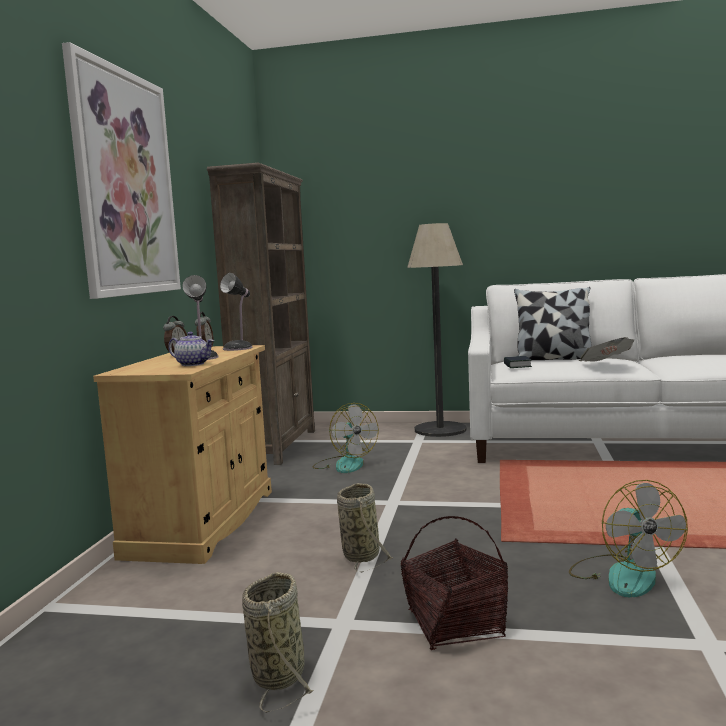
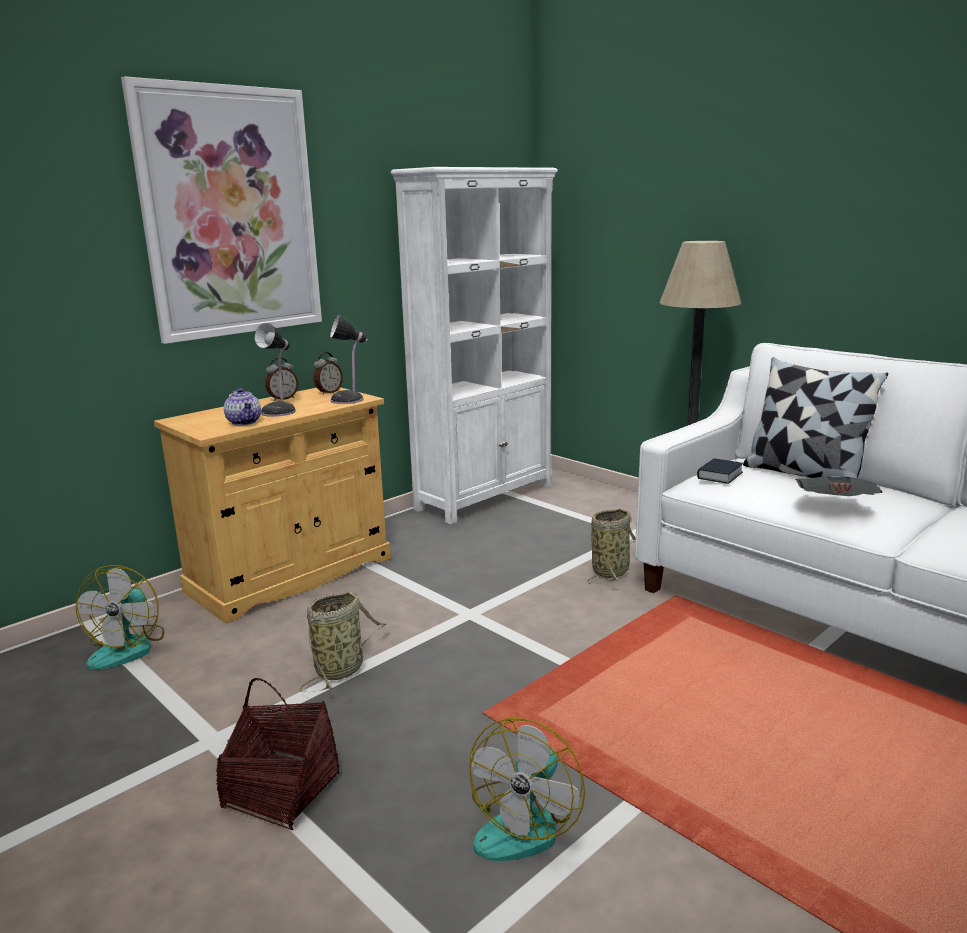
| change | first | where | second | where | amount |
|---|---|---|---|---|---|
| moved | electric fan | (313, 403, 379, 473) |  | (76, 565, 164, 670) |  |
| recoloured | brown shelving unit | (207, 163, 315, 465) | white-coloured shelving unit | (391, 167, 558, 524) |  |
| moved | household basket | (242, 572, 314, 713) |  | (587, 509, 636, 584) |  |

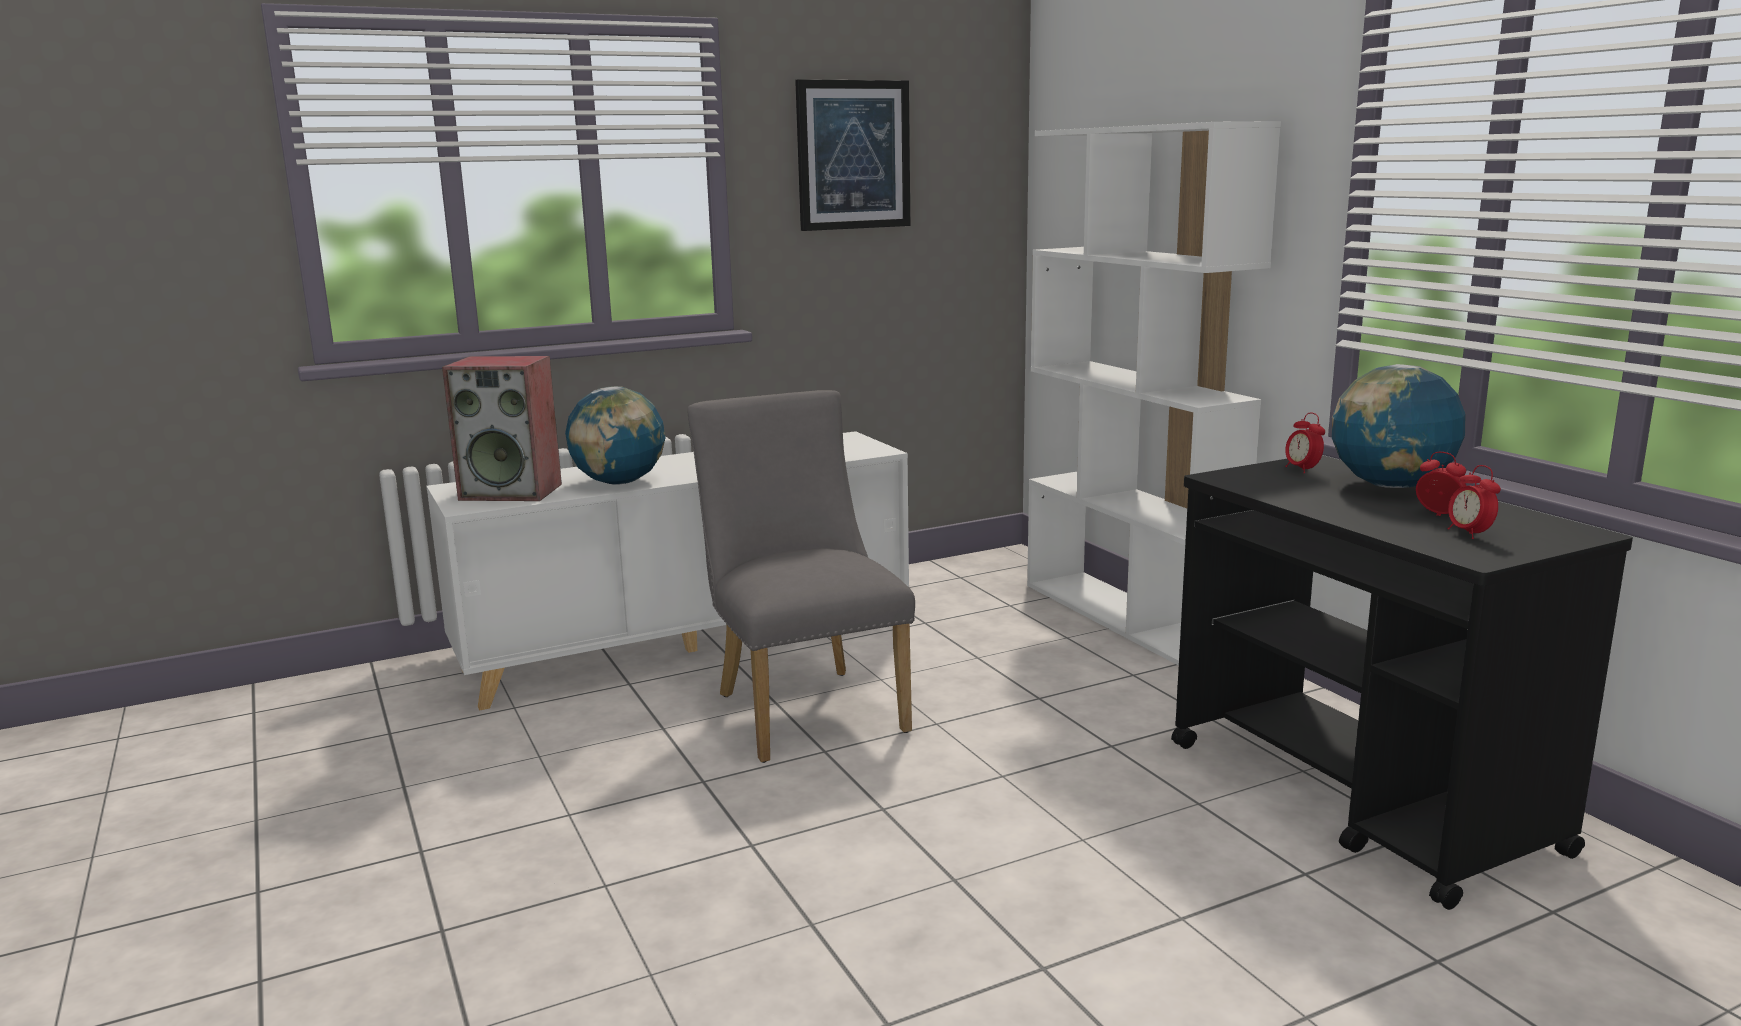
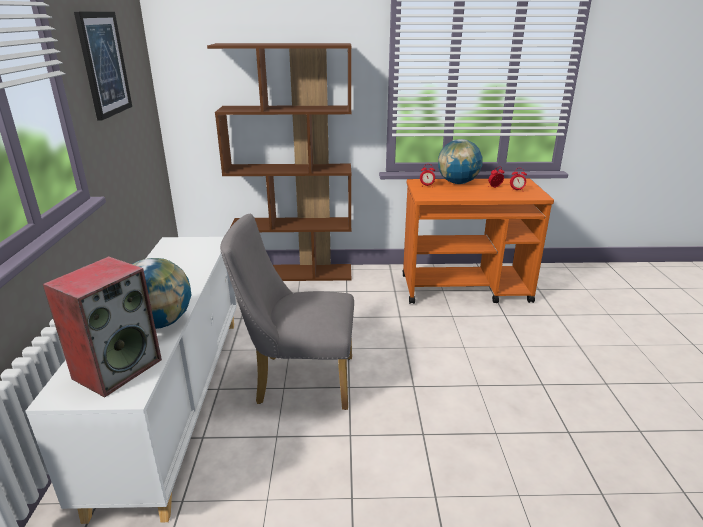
| change | first | where | second | where | amount |
|---|---|---|---|---|---|
| recoloured | white-coloured shelving unit | (1027, 121, 1281, 666) | brown shelving unit | (207, 43, 351, 281) |  |
| recoloured | blackish cart | (1171, 455, 1633, 910) | orange cart | (403, 178, 554, 304) |  |

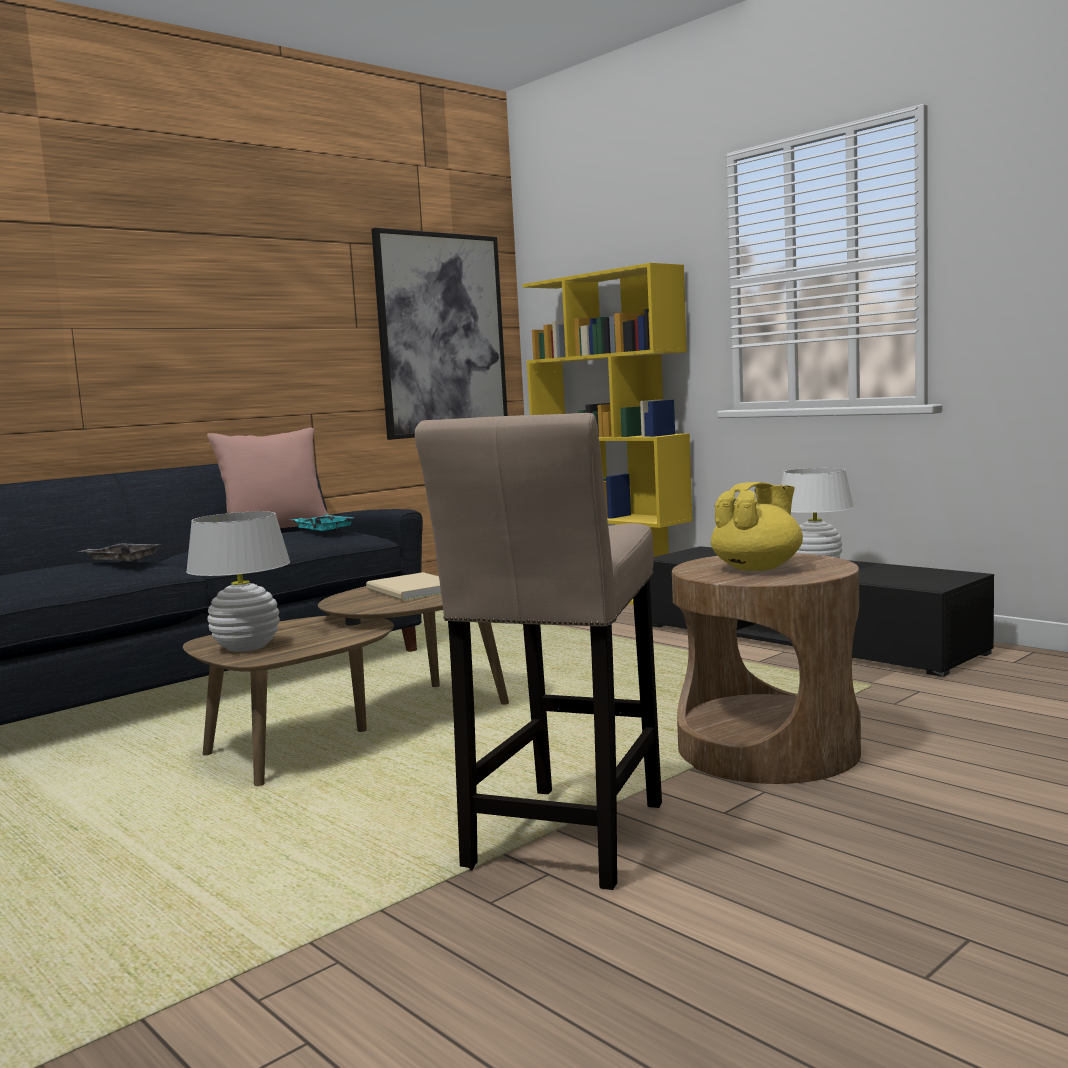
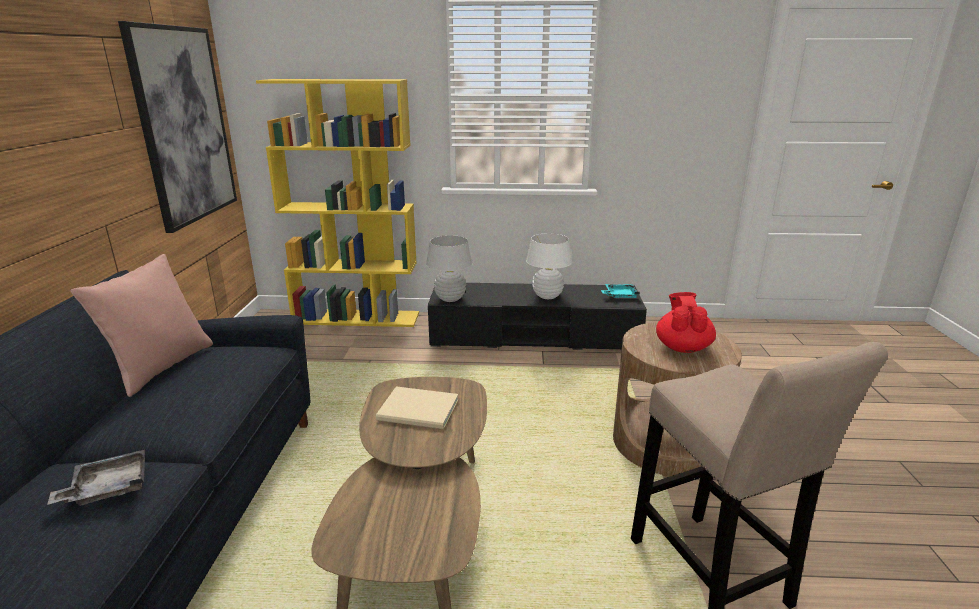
| change | first | where | second | where | amount |
|---|---|---|---|---|---|
| moved | white-coloured lamp for a table | (186, 511, 290, 652) |  | (426, 235, 473, 302) |  |
| moved | turquoise carrying tray | (293, 515, 353, 531) |  | (601, 284, 640, 298) |  |
| recoloured | yellow teapot | (711, 482, 803, 571) | red teapot | (656, 292, 716, 353) |  |

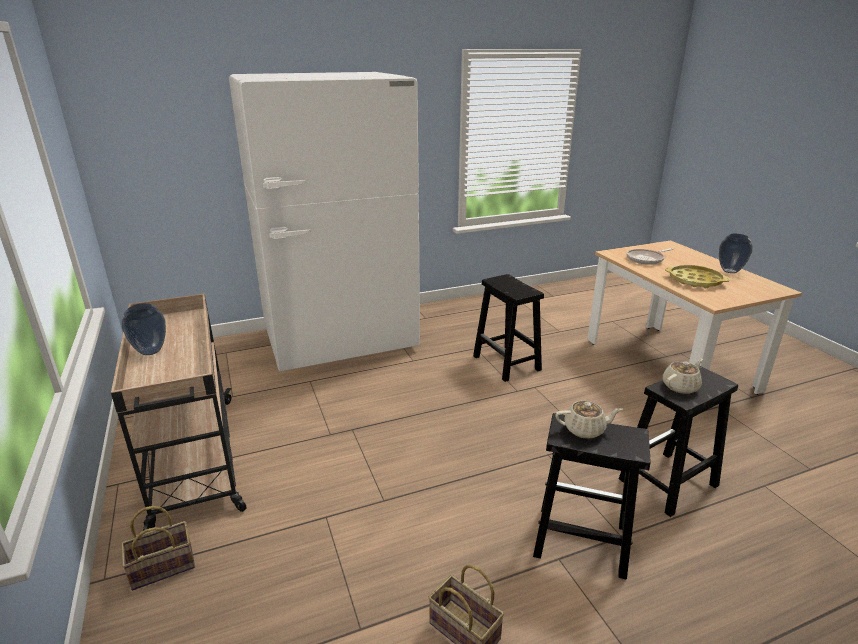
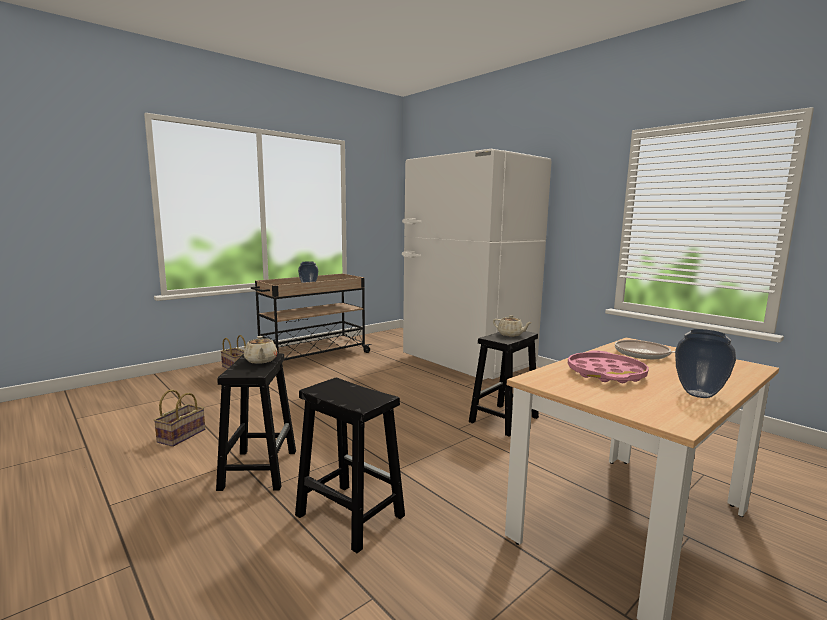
| change | first | where | second | where | amount |
|---|---|---|---|---|---|
| moved | beige teapot | (663, 359, 703, 394) |  | (493, 315, 532, 337) |  |
| recoloured | yellow carrying tray | (665, 265, 730, 288) | pinkish carrying tray | (568, 351, 649, 383) |  |

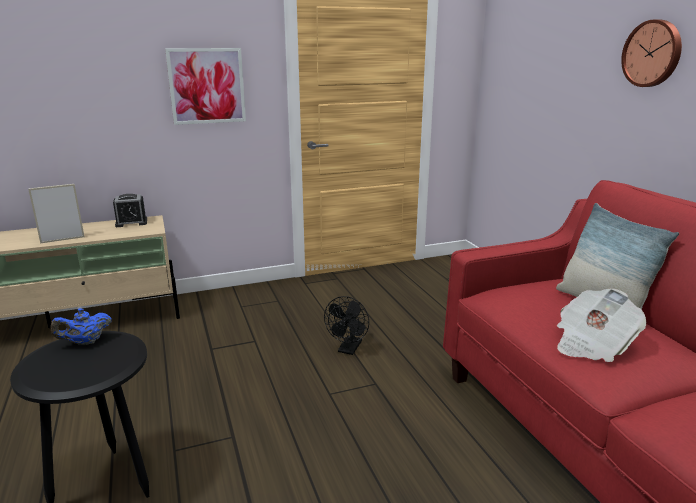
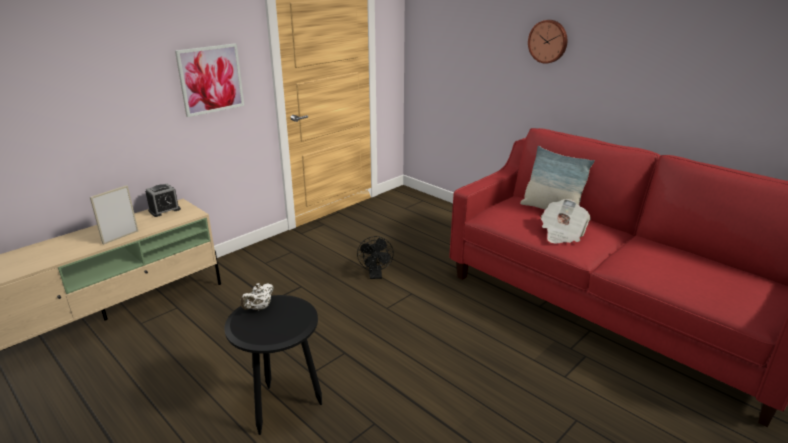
| change | first | where | second | where | amount |
|---|---|---|---|---|---|
| recoloured | bluish teapot | (51, 308, 112, 345) | white-coloured teapot | (241, 283, 274, 310) |  |

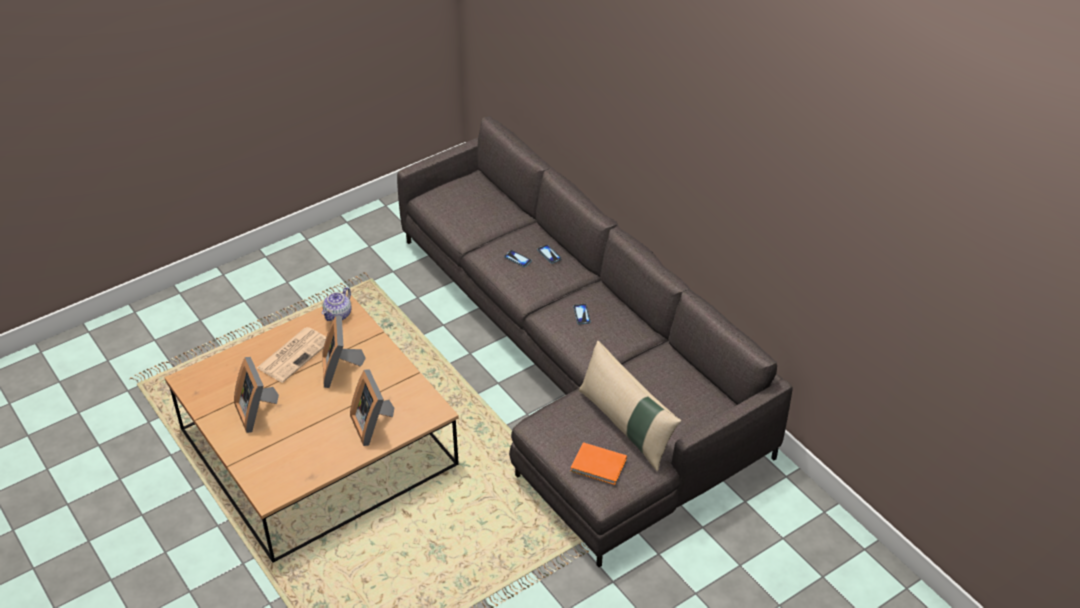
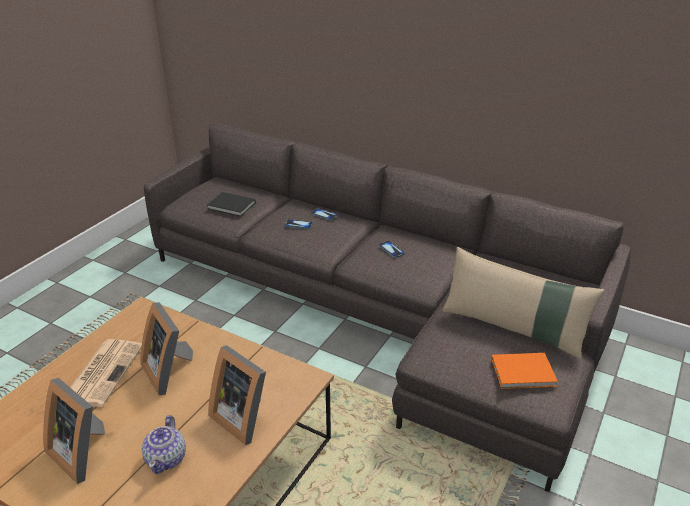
| change | first | where | second | where | amount |
|---|---|---|---|---|---|
| moved | teapot | (322, 287, 352, 321) |  | (142, 415, 186, 474) |  |
| added |  |  | blackish book | (207, 192, 256, 216) |  |

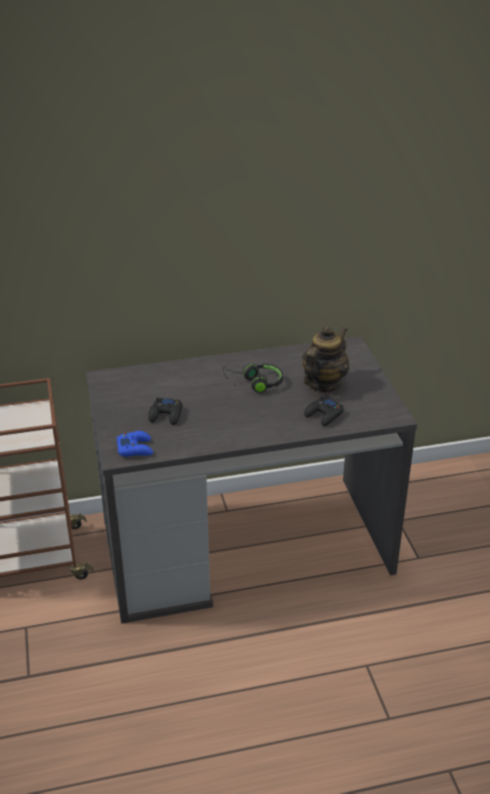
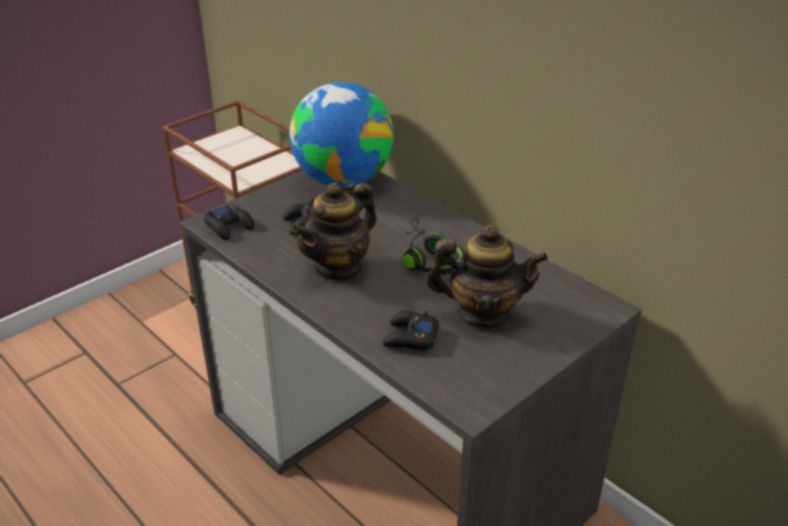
| change | first | where | second | where | amount |
|---|---|---|---|---|---|
| recoloured | bluish game controller | (117, 431, 153, 457) | blackish game controller | (204, 204, 254, 240) |  |
| added |  |  | globe | (289, 82, 394, 187) |  |
| added |  |  | teapot | (292, 182, 377, 283) |  |

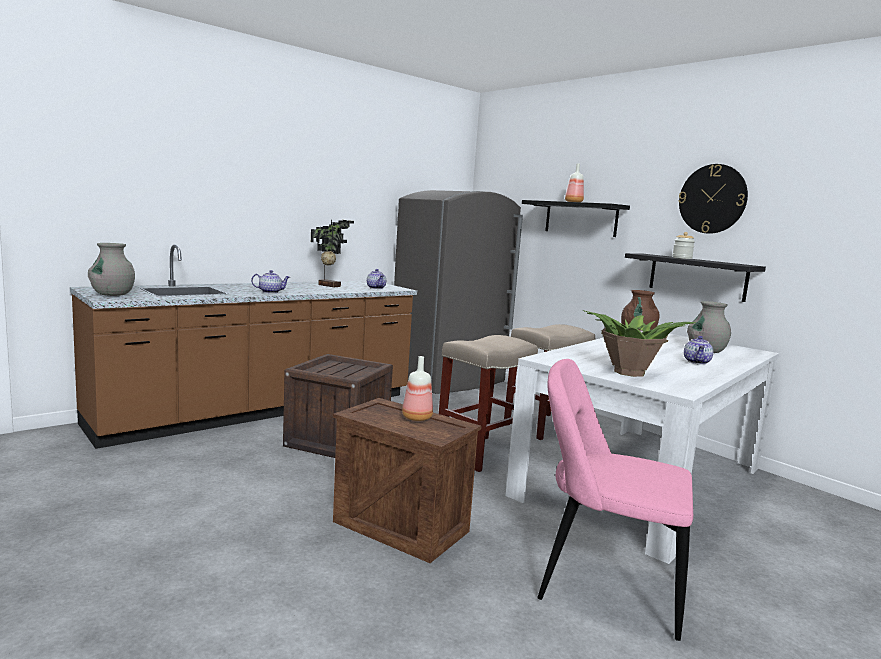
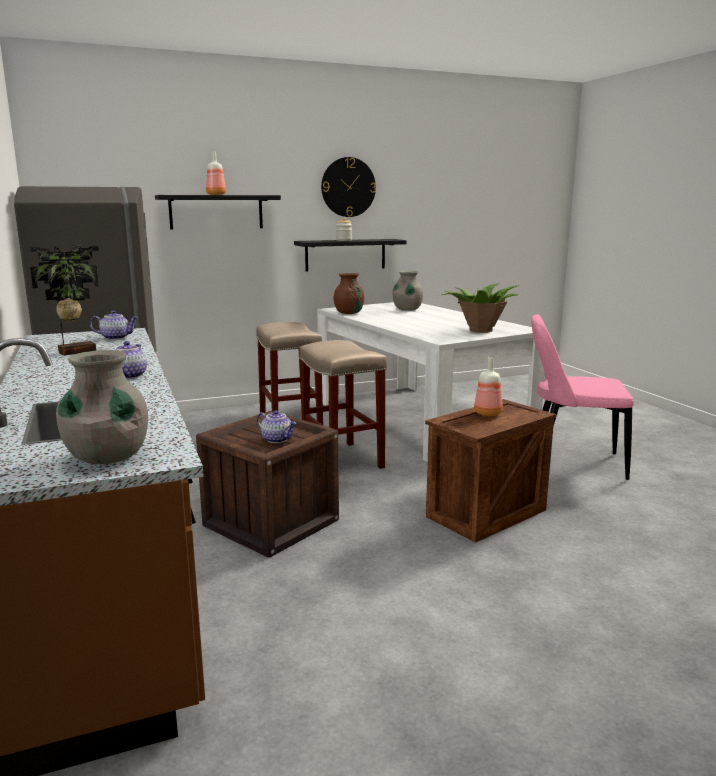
| change | first | where | second | where | amount |
|---|---|---|---|---|---|
| moved | teapot | (684, 336, 713, 365) |  | (257, 410, 296, 443) |  |
| turned | pinkish upright chair | (537, 359, 693, 641) |  | (531, 314, 634, 480) | 60 degrees clockwise |

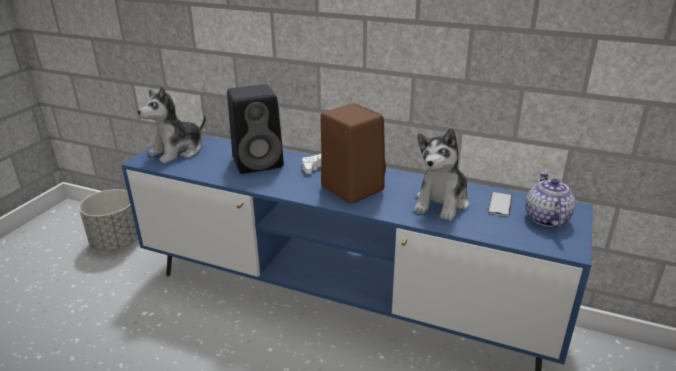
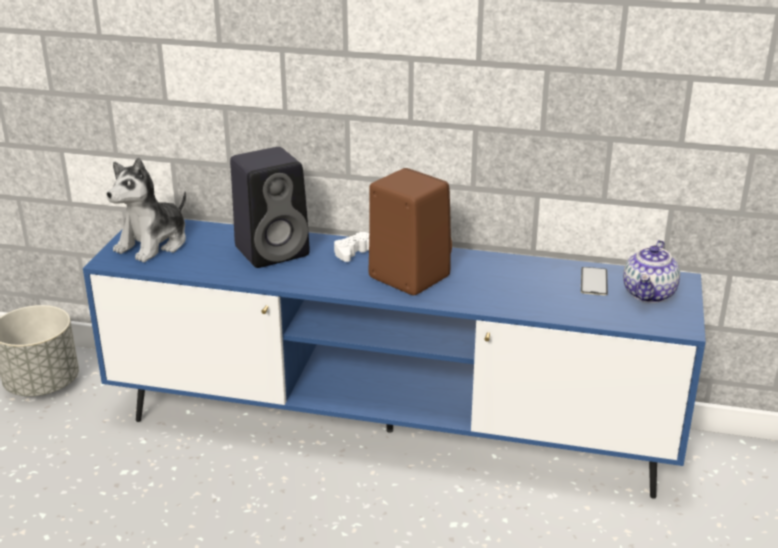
| change | first | where | second | where | amount |
|---|---|---|---|---|---|
| turned | teapot | (525, 172, 576, 228) |  | (623, 240, 680, 303) | 150 degrees counterclockwise |
| removed | soft toy | (414, 128, 470, 221) |  |  |  |

